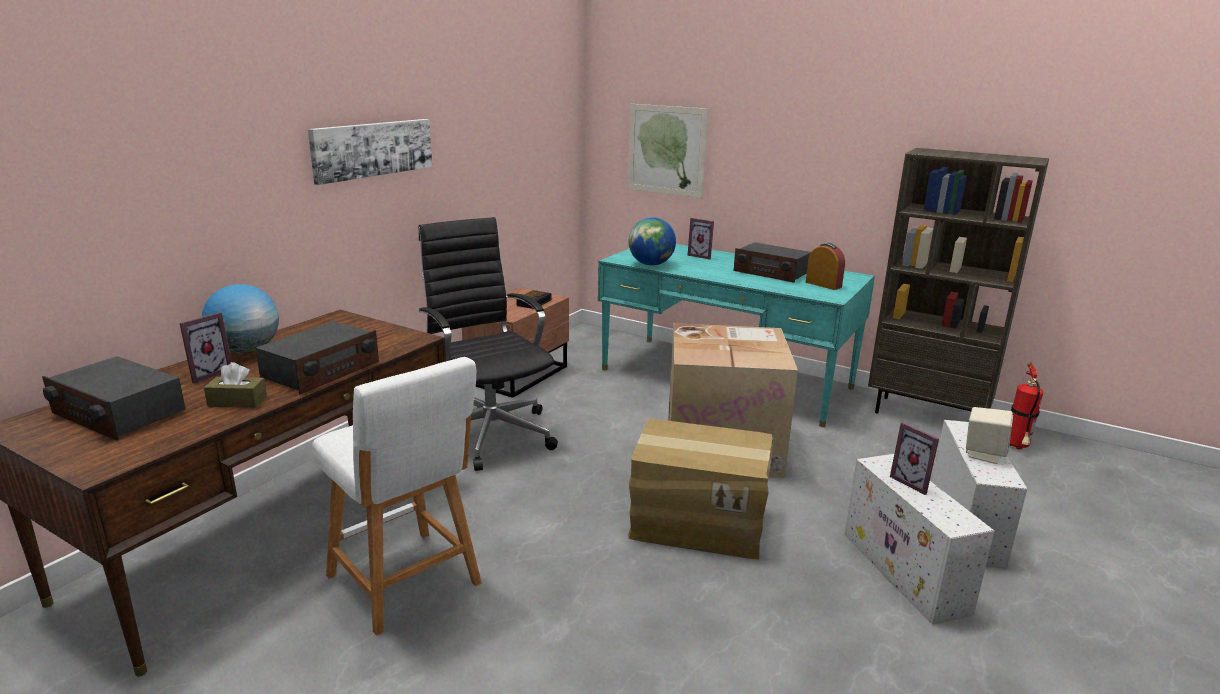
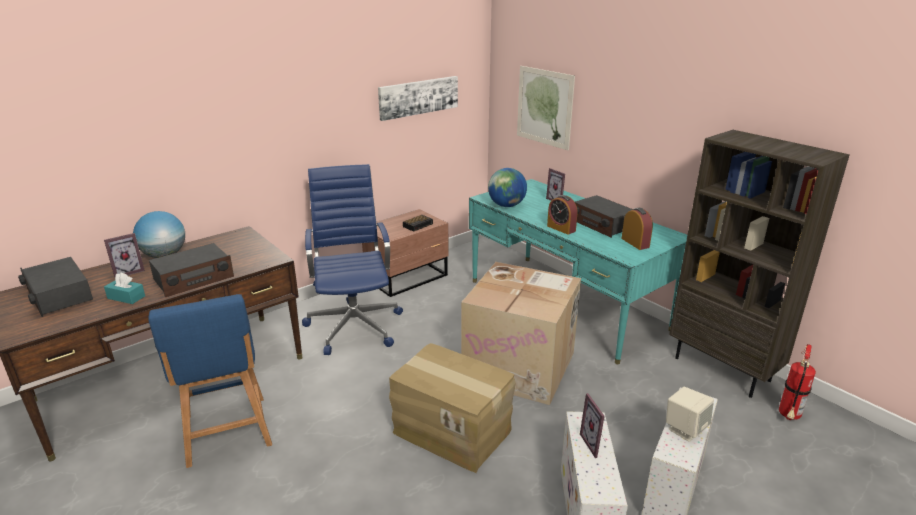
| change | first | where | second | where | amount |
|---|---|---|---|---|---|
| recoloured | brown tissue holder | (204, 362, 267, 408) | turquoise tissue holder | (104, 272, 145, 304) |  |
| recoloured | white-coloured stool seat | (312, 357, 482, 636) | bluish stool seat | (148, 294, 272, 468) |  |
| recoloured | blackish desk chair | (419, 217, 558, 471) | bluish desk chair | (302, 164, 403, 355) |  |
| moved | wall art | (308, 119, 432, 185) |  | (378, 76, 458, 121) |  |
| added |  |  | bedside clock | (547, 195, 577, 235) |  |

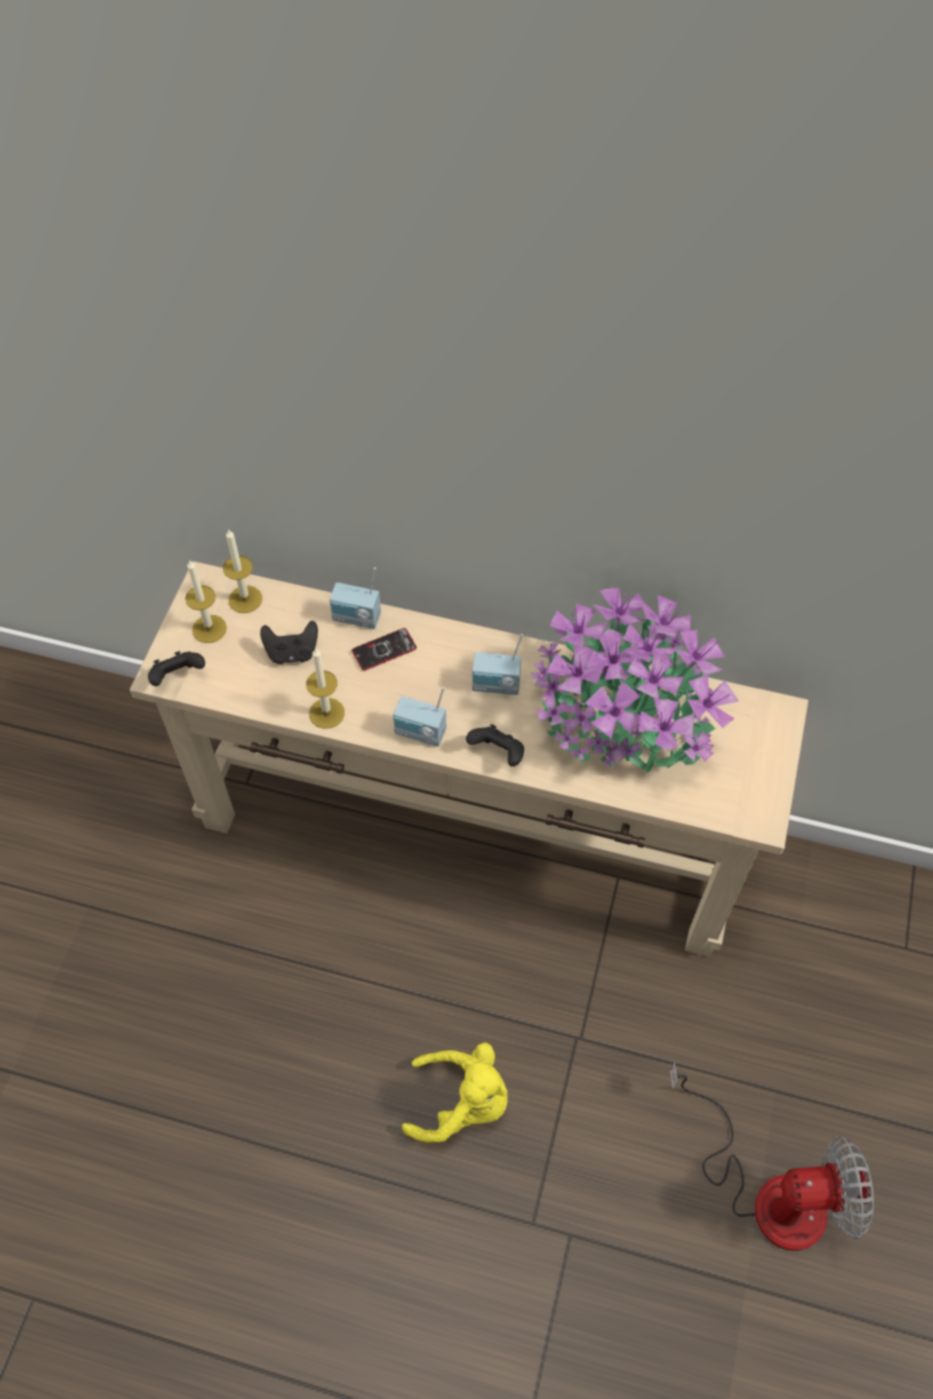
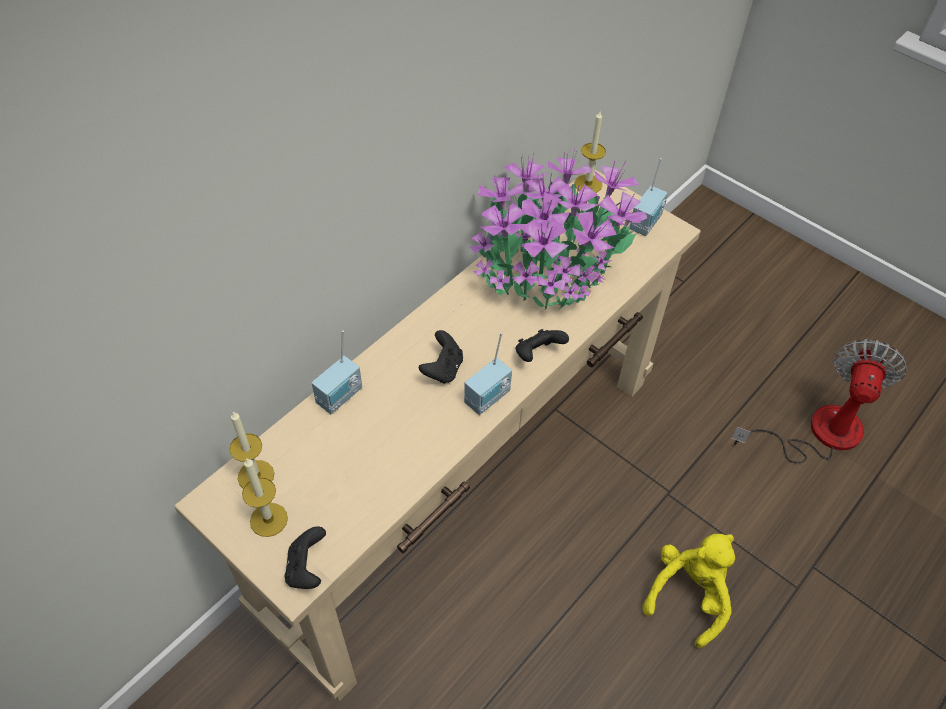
| change | first | where | second | where | amount |
|---|---|---|---|---|---|
| moved | blackish game controller | (260, 621, 318, 664) |  | (419, 330, 463, 384) |  |
| moved | candle | (306, 648, 345, 729) |  | (574, 111, 606, 193) |  |
| moved | radio | (472, 634, 523, 695) |  | (629, 158, 668, 236) |  |
| removed | telephone | (352, 628, 417, 671) |  |  |  |

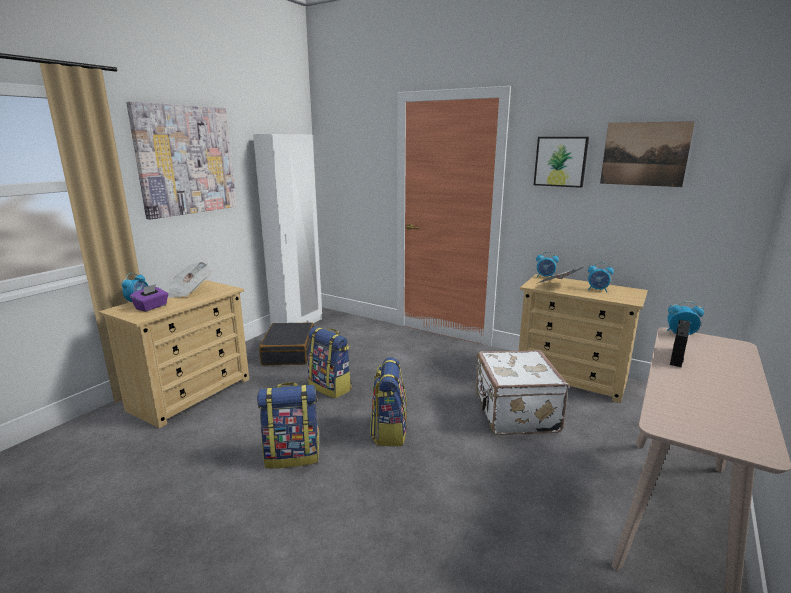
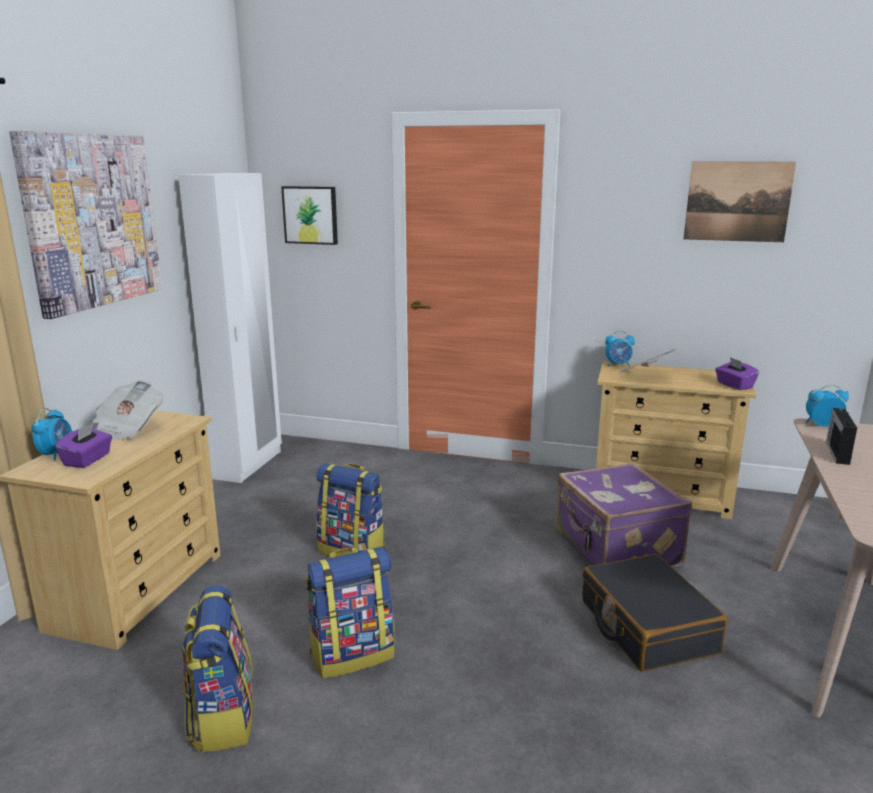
| change | first | where | second | where | amount |
|---|---|---|---|---|---|
| moved | knapsack | (370, 357, 407, 446) |  | (182, 585, 253, 753) |  |
| moved | wall art | (534, 137, 589, 188) |  | (281, 186, 338, 245) |  |
| recoloured | white-coloured piece of luggage | (476, 350, 569, 435) | purple piece of luggage | (556, 463, 692, 568) |  |
| moved | blackish piece of luggage | (259, 322, 314, 365) |  | (582, 554, 727, 671) |  |
| added |  |  | purple tissue holder | (715, 357, 759, 390) |  |
| removed | bedside clock | (588, 262, 614, 292) |  |  |  |

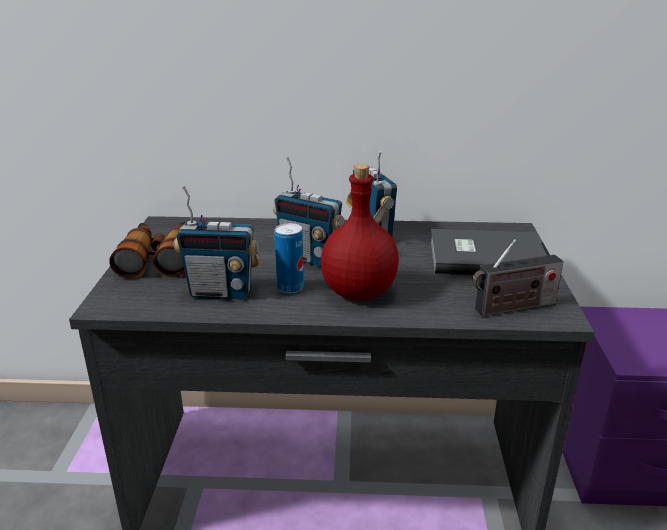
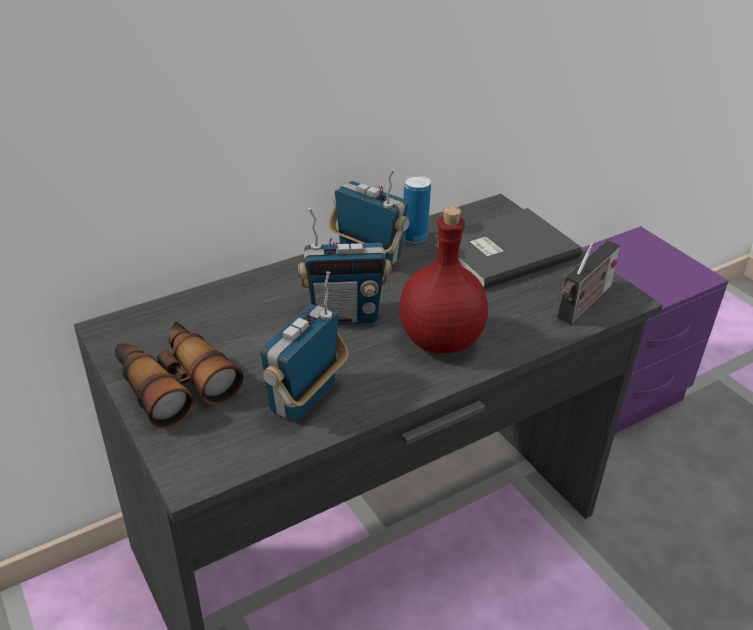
| change | first | where | second | where | amount |
|---|---|---|---|---|---|
| turned | radio | (173, 186, 260, 300) |  | (260, 271, 348, 422) | 150 degrees clockwise |
| moved | sealed can | (275, 223, 304, 293) |  | (403, 175, 431, 243) |  |

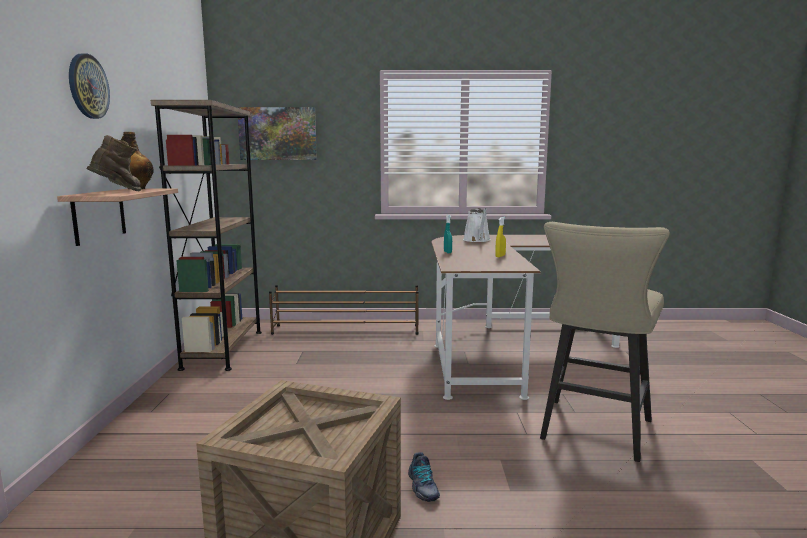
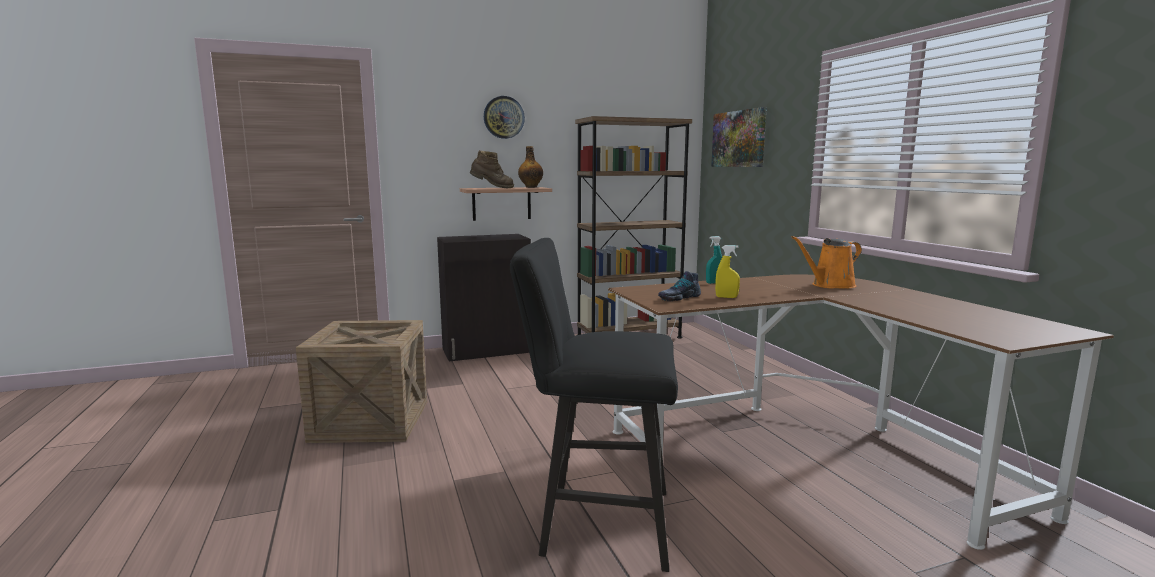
| change | first | where | second | where | amount |
|---|---|---|---|---|---|
| added |  |  | blackish storage cabinet | (437, 234, 531, 362) |  |
| recoloured | beige stool seat | (540, 222, 670, 462) | blackish stool seat | (510, 238, 678, 572) |  |
| moved | low shoe | (408, 452, 440, 502) |  | (658, 271, 701, 301) |  |
| recoloured | white-coloured sprinkling can | (463, 208, 491, 242) | orange sprinkling can | (791, 236, 862, 288) |  |
| removed | brown shoe rack | (269, 285, 419, 335) |  |  |  |

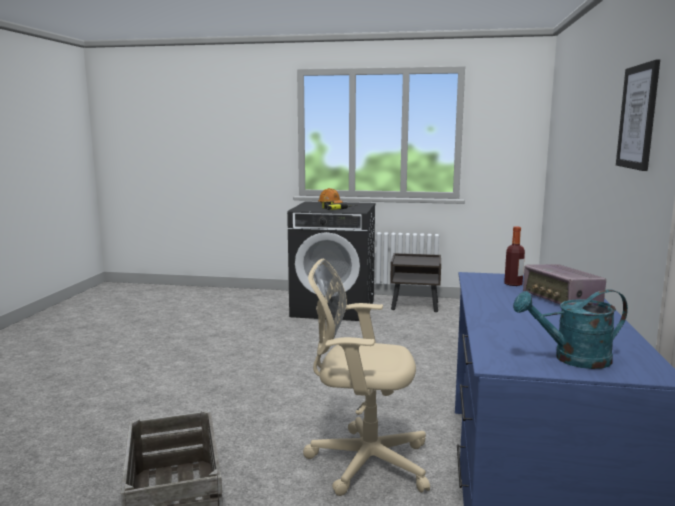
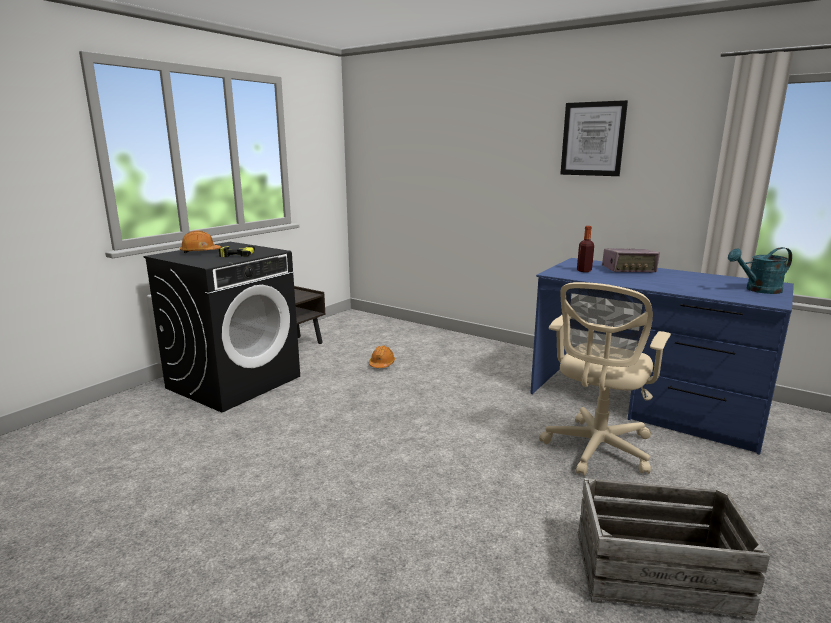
| change | first | where | second | where | amount |
|---|---|---|---|---|---|
| added |  |  | orange hard hat | (369, 346, 395, 368) |  |
| turned | turquoise sprinkling can | (513, 289, 628, 369) |  | (728, 247, 792, 294) | 60 degrees clockwise |

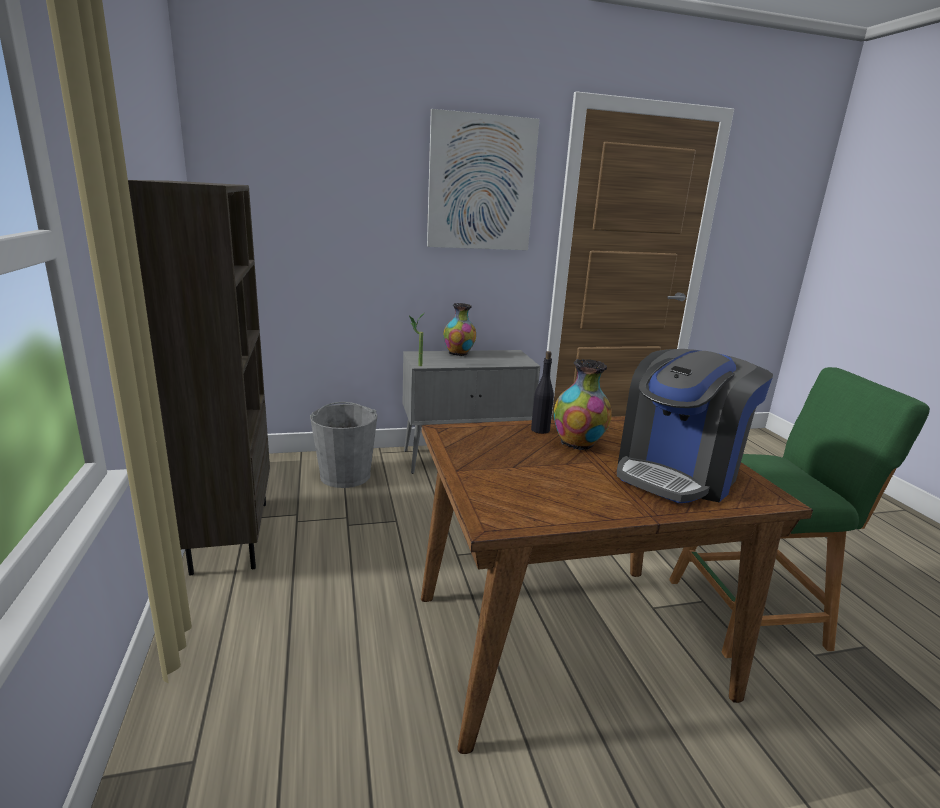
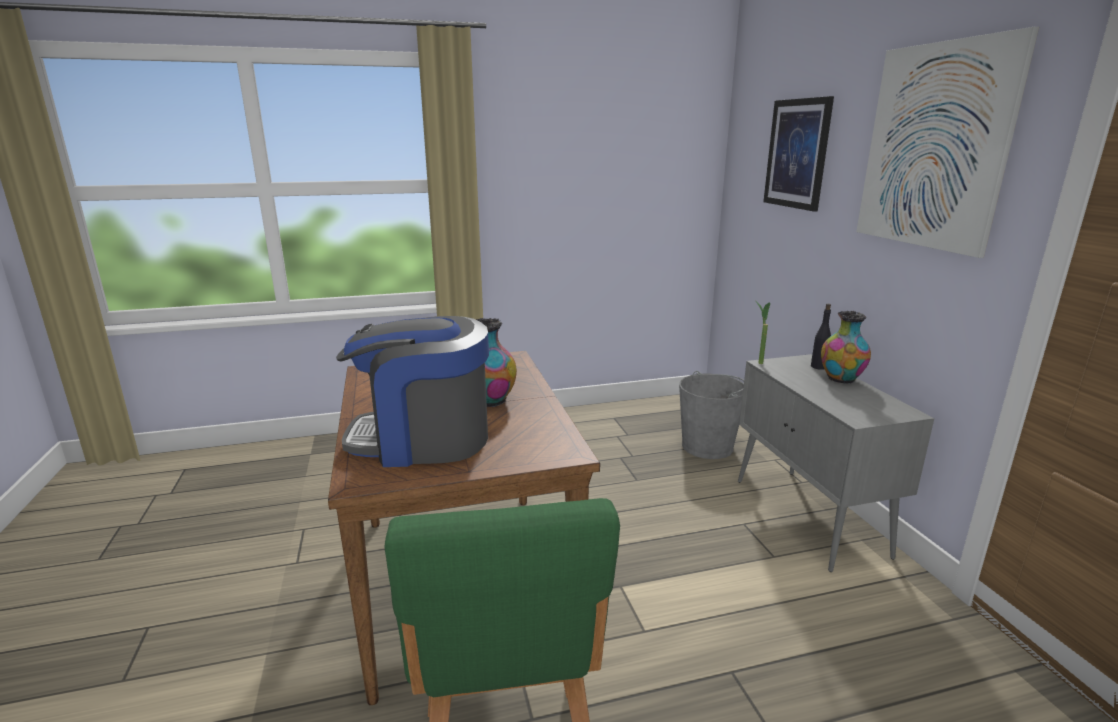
| change | first | where | second | where | amount |
|---|---|---|---|---|---|
| turned | coffee maker | (617, 349, 773, 503) |  | (336, 316, 489, 467) | 45 degrees counterclockwise |
| added |  |  | wall art | (763, 96, 834, 211) |  |
| moved | blackish drink bottle | (531, 351, 554, 434) |  | (811, 304, 831, 370) |  |
| removed | brown shelving unit | (128, 180, 270, 576) |  |  |  |

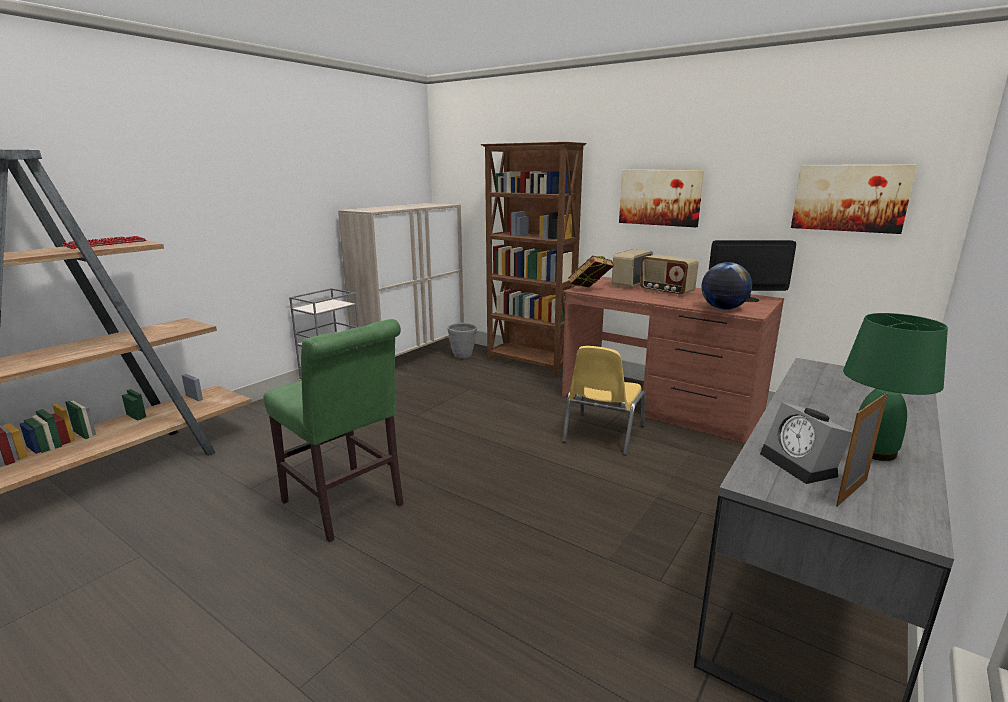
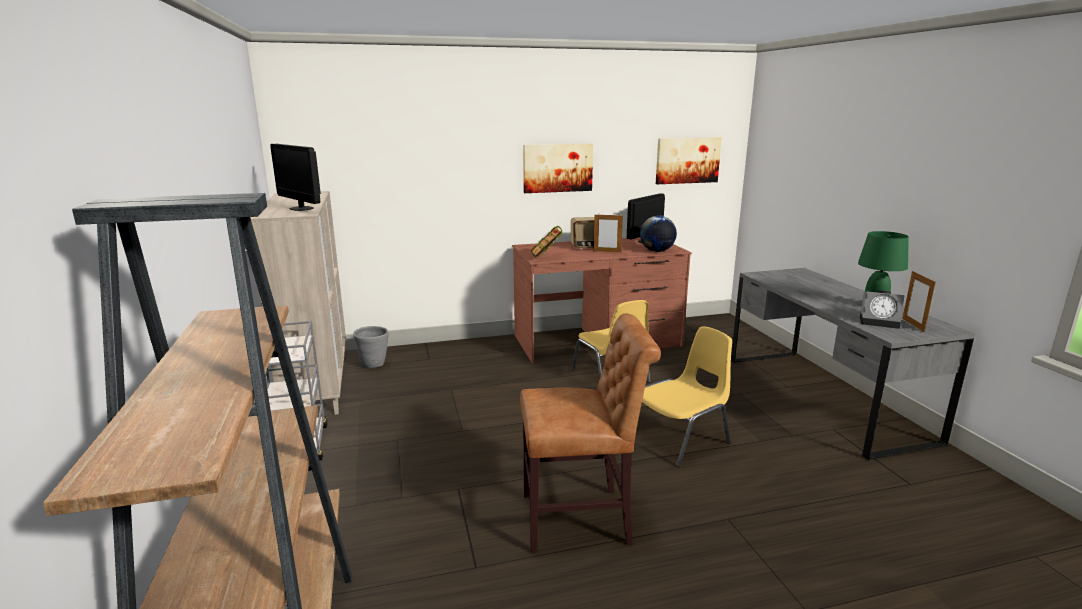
| change | first | where | second | where | amount |
|---|---|---|---|---|---|
| added |  |  | monitor | (271, 144, 321, 211) |  |
| recoloured | green upright chair | (263, 319, 404, 542) | brown upright chair | (520, 313, 661, 553) |  |
| added |  |  | picture frame | (594, 213, 623, 252) |  |
| added |  |  | yellow upright chair | (642, 327, 732, 467) |  |
| removed | PC keyboard | (62, 236, 147, 249) |  |  |  |
| removed | brown shelving unit | (481, 142, 587, 377) |  |  |  |
| removed | radio | (612, 249, 653, 288) |  |  |  |

